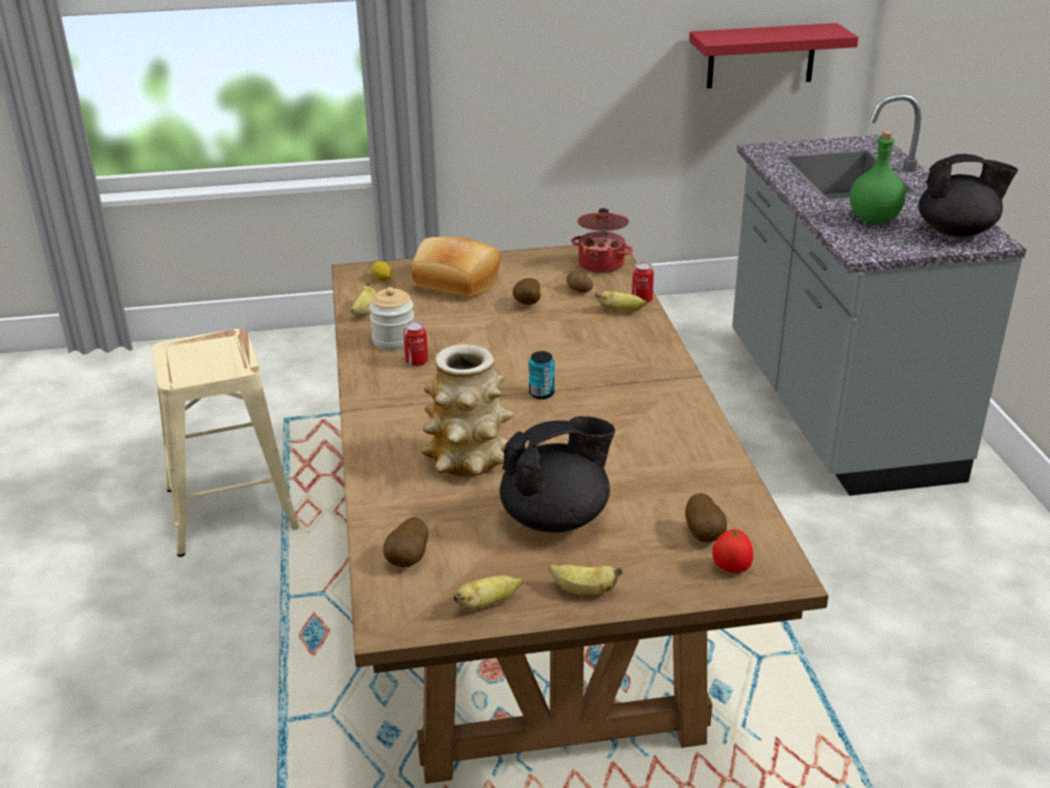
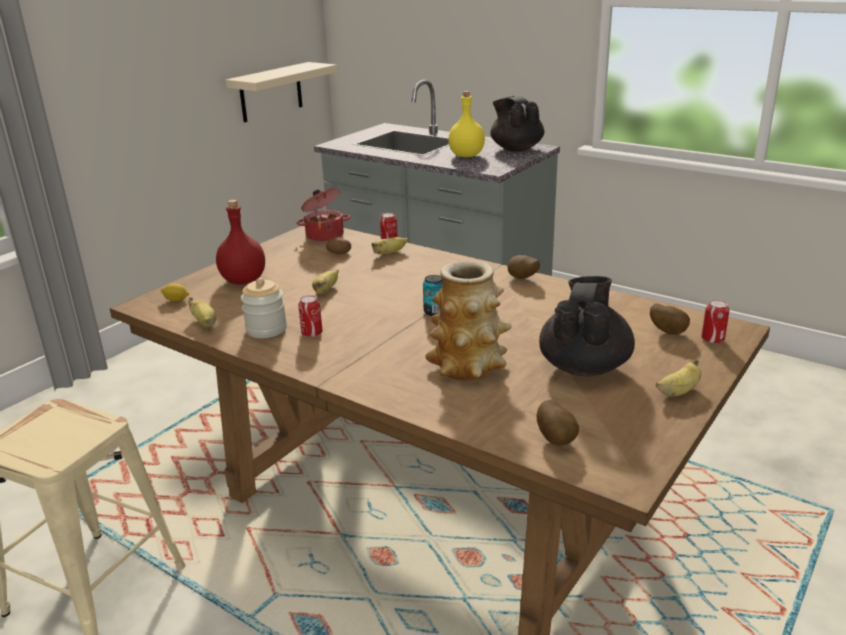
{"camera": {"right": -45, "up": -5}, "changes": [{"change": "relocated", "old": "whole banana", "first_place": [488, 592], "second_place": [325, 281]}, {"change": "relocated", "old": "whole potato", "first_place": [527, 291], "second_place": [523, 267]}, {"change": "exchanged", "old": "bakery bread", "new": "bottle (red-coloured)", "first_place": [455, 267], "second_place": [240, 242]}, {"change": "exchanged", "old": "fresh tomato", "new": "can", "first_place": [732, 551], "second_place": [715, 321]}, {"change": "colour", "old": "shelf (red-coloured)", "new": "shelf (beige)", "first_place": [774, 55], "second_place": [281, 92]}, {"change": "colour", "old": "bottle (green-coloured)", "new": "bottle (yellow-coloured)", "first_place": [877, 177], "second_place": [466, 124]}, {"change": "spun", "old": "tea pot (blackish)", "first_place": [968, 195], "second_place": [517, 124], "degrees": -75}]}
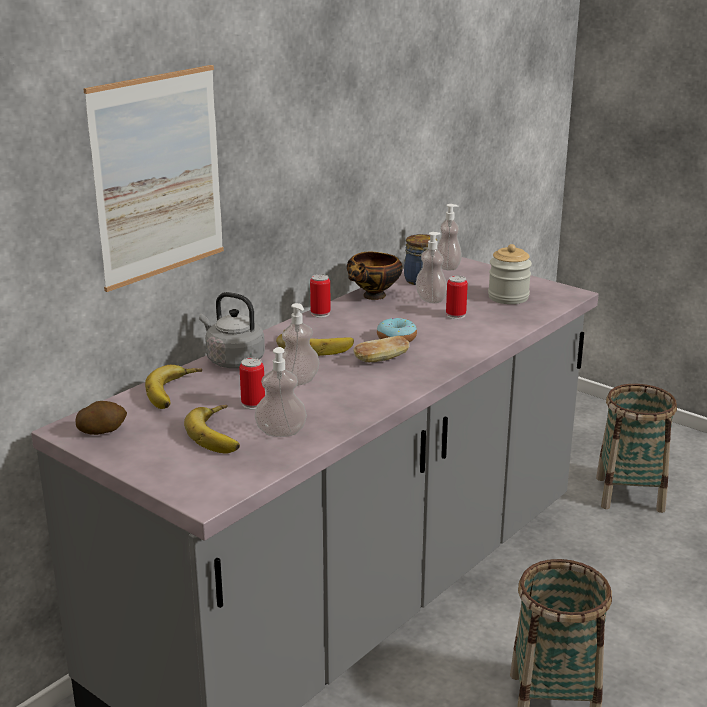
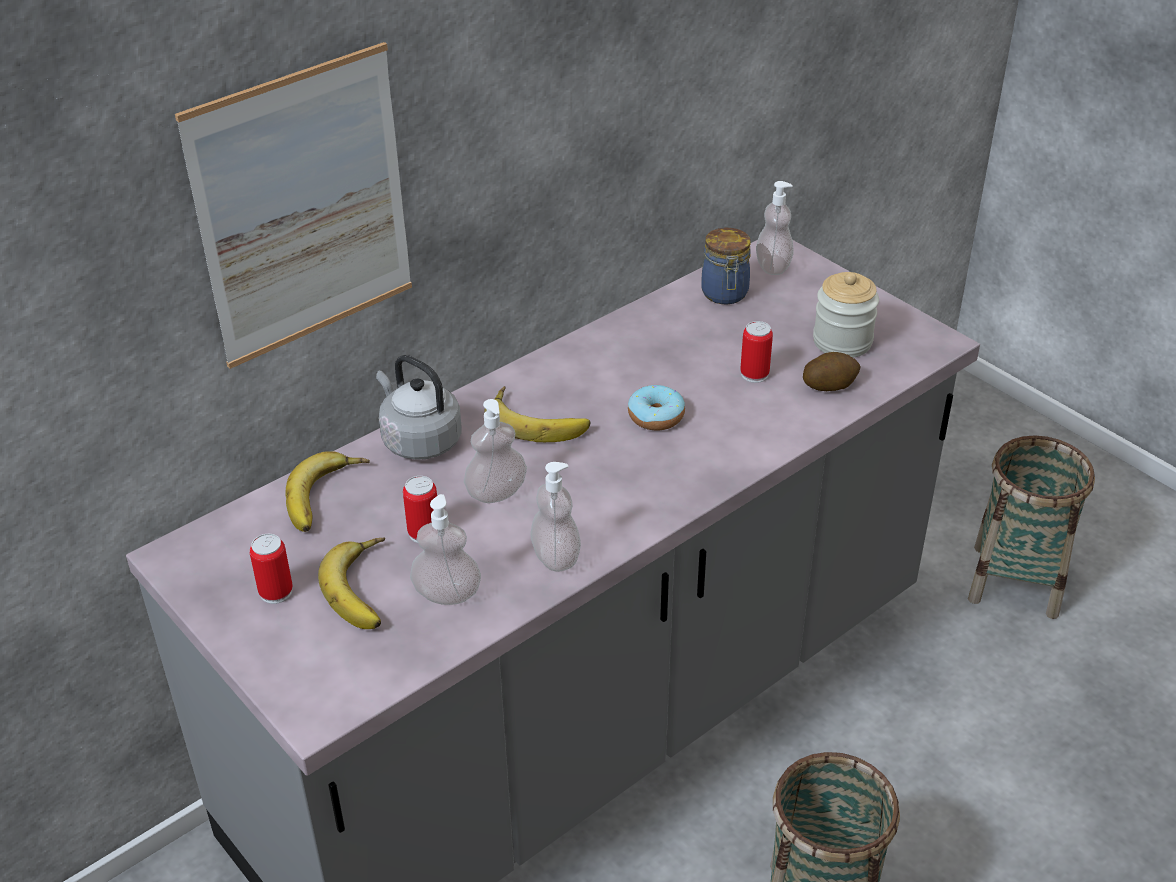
{"camera": {"right": 10, "up": 15}, "changes": [{"change": "missing", "old": "bowl", "first_place": [375, 275]}, {"change": "missing", "old": "bakery bread", "first_place": [381, 349]}, {"change": "relocated", "old": "whole potato", "first_place": [101, 418], "second_place": [831, 371]}, {"change": "relocated", "old": "can", "first_place": [320, 296], "second_place": [271, 569]}, {"change": "relocated", "old": "liquid soap bottle", "first_place": [431, 267], "second_place": [555, 517]}]}
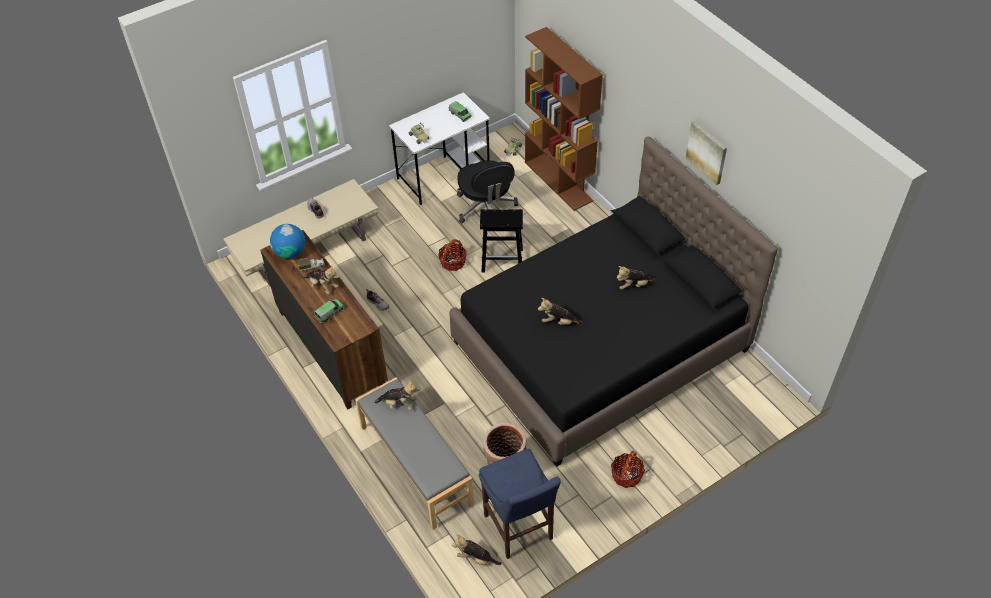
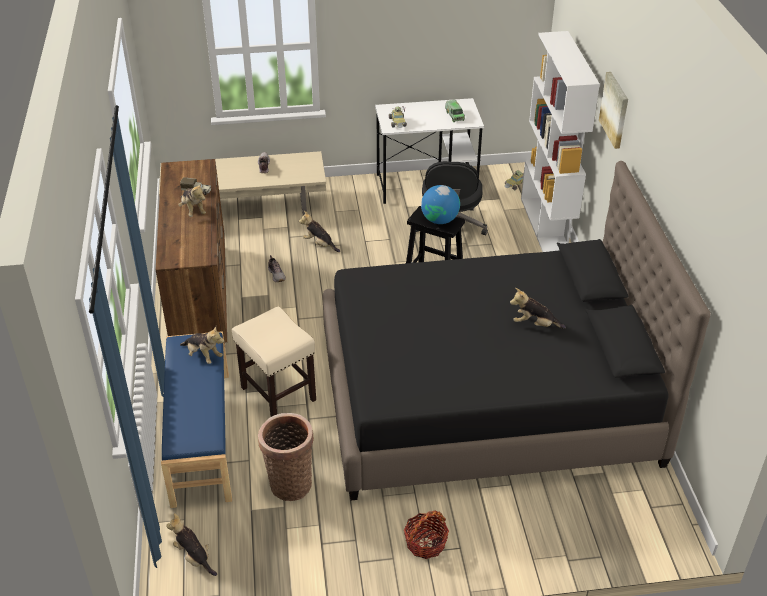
{"camera": {"right": 25, "up": -10}, "changes": [{"change": "missing", "old": "toy lorry", "first_place": [329, 311]}, {"change": "missing", "old": "basket", "first_place": [452, 255]}, {"change": "missing", "old": "sitting stool (blue)", "first_place": [520, 504]}, {"change": "appeared", "new": "sitting stool (beige)", "second_place": [274, 362]}, {"change": "relocated", "old": "world globe", "first_place": [287, 241], "second_place": [440, 204]}, {"change": "relocated", "old": "soft toy", "first_place": [561, 311], "second_place": [319, 231]}, {"change": "relocated", "old": "wall art", "first_place": [706, 153], "second_place": [613, 110]}, {"change": "colour", "old": "bench (greyish)", "new": "bench (blue)", "first_place": [414, 453], "second_place": [196, 419]}, {"change": "colour", "old": "shelving unit (brownish)", "new": "shelving unit (white-coloured)", "first_place": [564, 119], "second_place": [560, 141]}]}
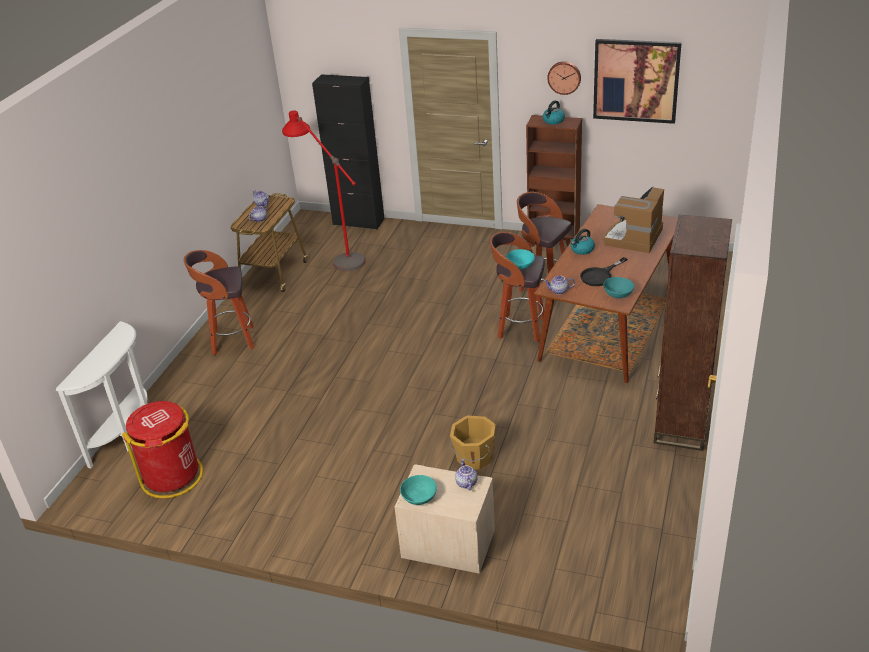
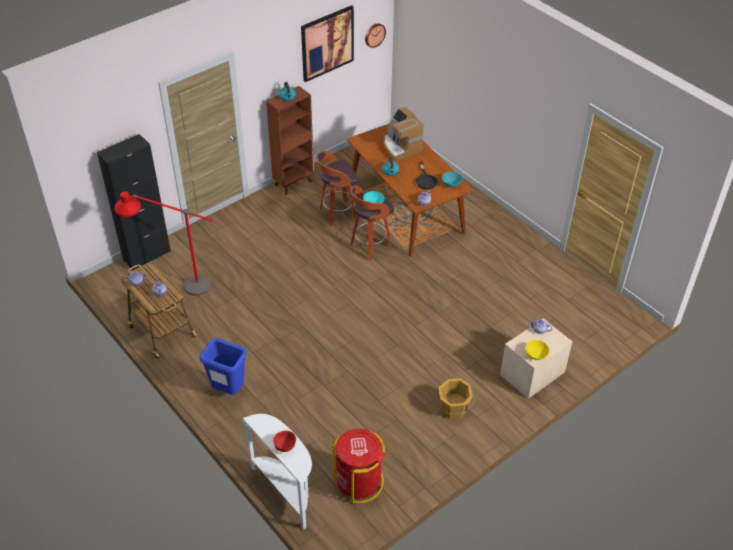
{"camera": {"right": -60, "up": 10}, "changes": [{"change": "missing", "old": "shelving unit (brownish)", "first_place": [693, 332]}, {"change": "appeared", "new": "bowl (red-coloured)", "second_place": [284, 441]}, {"change": "relocated", "old": "water bucket (orange)", "first_place": [473, 442], "second_place": [455, 398]}, {"change": "relocated", "old": "wall clock", "first_place": [564, 78], "second_place": [375, 35]}, {"change": "exchanged", "old": "sitting stool", "new": "rubbish bin (blue)", "first_place": [219, 302], "second_place": [223, 366]}, {"change": "colour", "old": "bowl (turquoise-coloured)", "new": "bowl (yellow-coloured)", "first_place": [418, 490], "second_place": [537, 350]}]}
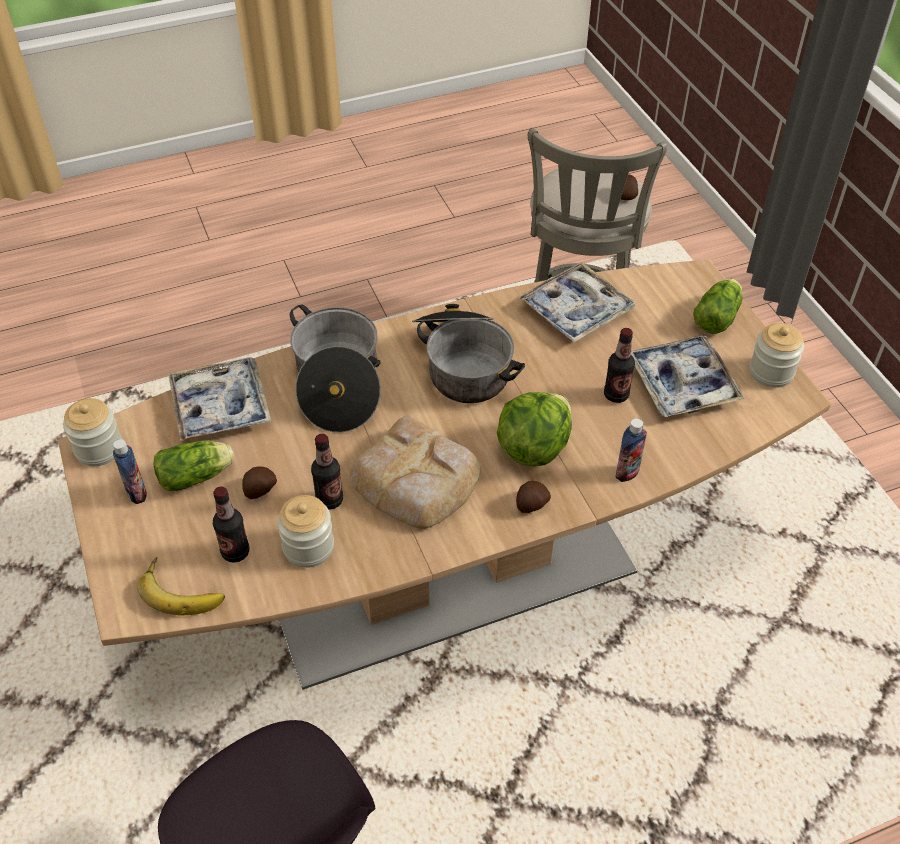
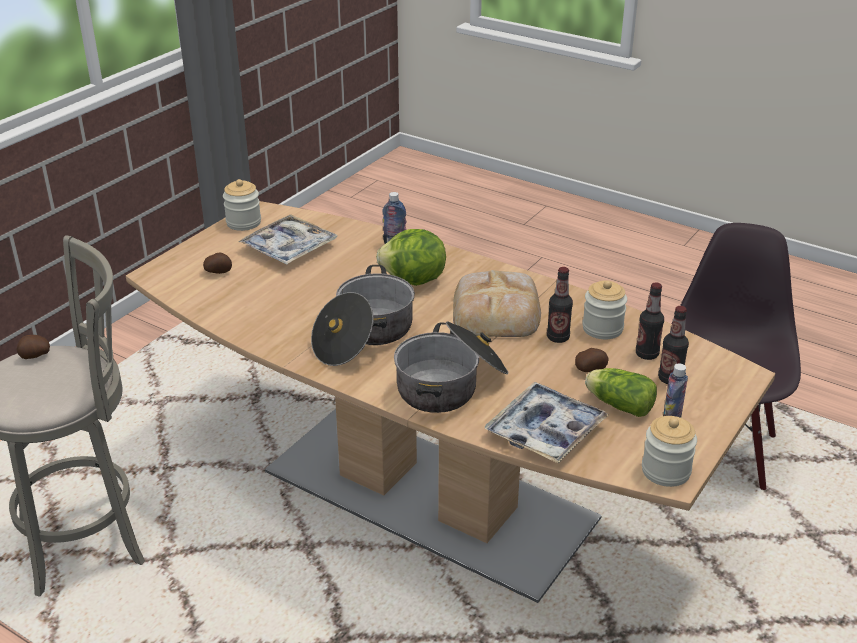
{"camera": {"right": -125, "up": -15}, "changes": [{"change": "missing", "old": "whole banana", "first_place": [181, 586]}, {"change": "missing", "old": "tray", "first_place": [577, 302]}, {"change": "missing", "old": "head of lettuce", "first_place": [717, 306]}, {"change": "relocated", "old": "whole potato", "first_place": [533, 497], "second_place": [217, 263]}, {"change": "relocated", "old": "bottle", "first_place": [619, 365], "second_place": [673, 345]}]}
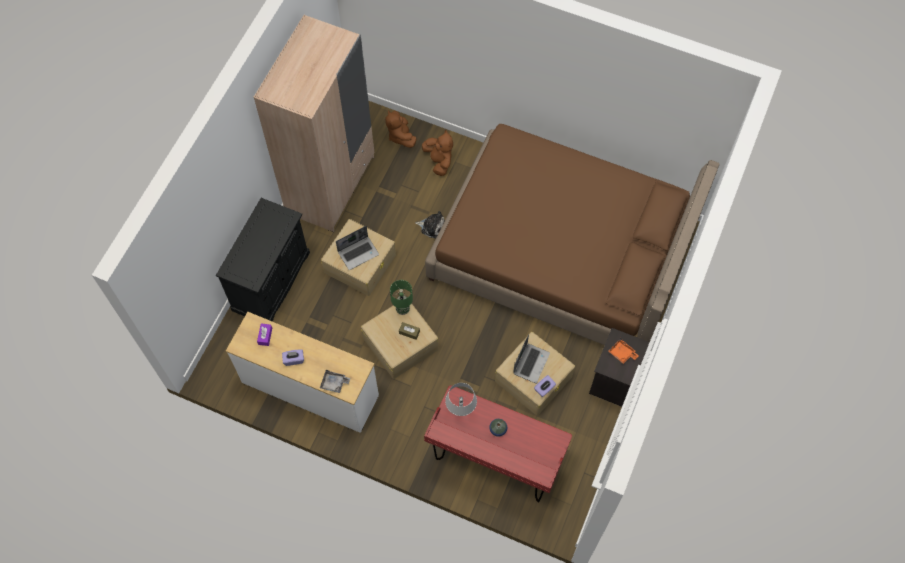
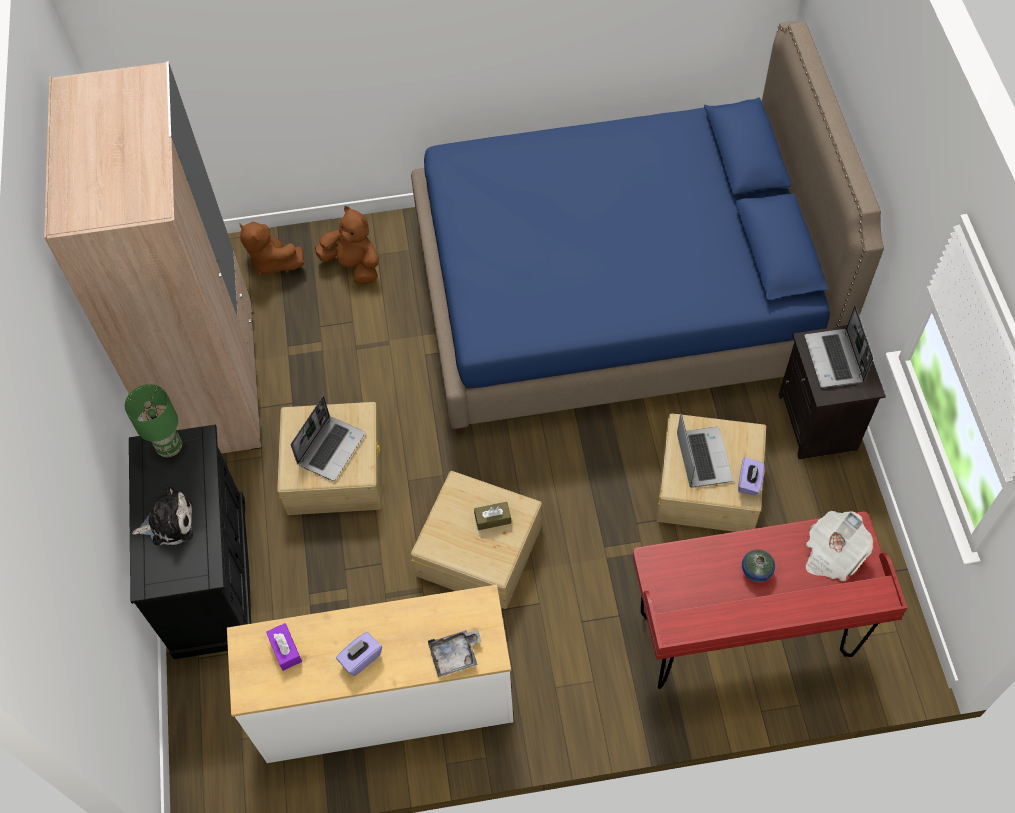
{"camera": {"right": -30, "up": -5}, "changes": [{"change": "missing", "old": "tabletop lamp (greyish)", "first_place": [461, 399]}, {"change": "appeared", "new": "daily paper", "second_place": [839, 546]}, {"change": "relocated", "old": "tabletop lamp (green-coloured)", "first_place": [401, 297], "second_place": [153, 420]}, {"change": "relocated", "old": "soft toy", "first_place": [430, 224], "second_place": [162, 515]}, {"change": "exchanged", "old": "tray (orange)", "new": "notebook computer", "first_place": [623, 351], "second_place": [839, 347]}, {"change": "colour", "old": "sleeping bed (brownish)", "new": "sleeping bed (blue)", "first_place": [572, 234], "second_place": [647, 227]}]}
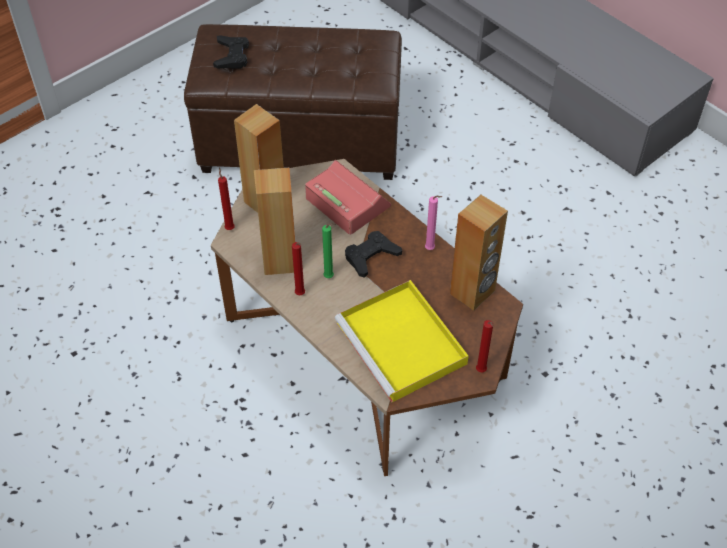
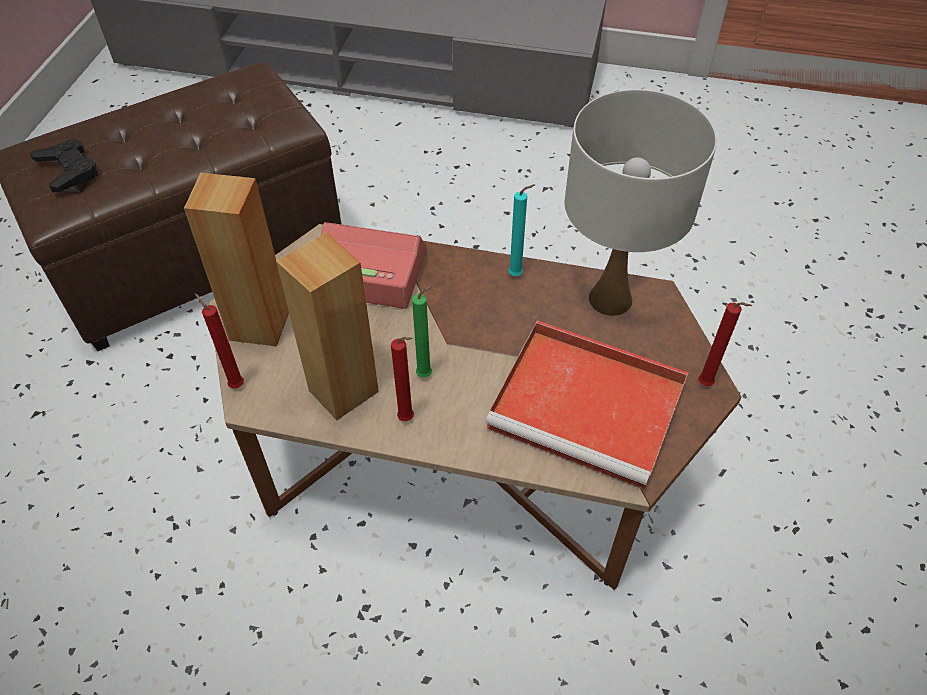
{"camera": {"right": -35, "up": 0}, "changes": [{"change": "missing", "old": "game controller (blackish)", "first_place": [373, 254]}, {"change": "exchanged", "old": "loudspeaker (brownish)", "new": "tabletop lamp (white-coloured)", "first_place": [479, 253], "second_place": [640, 203]}, {"change": "colour", "old": "tray (yellow-coloured)", "new": "tray (red-coloured)", "first_place": [402, 341], "second_place": [586, 405]}, {"change": "colour", "old": "candle (pink)", "new": "candle (turquoise-coloured)", "first_place": [433, 223], "second_place": [521, 230]}]}
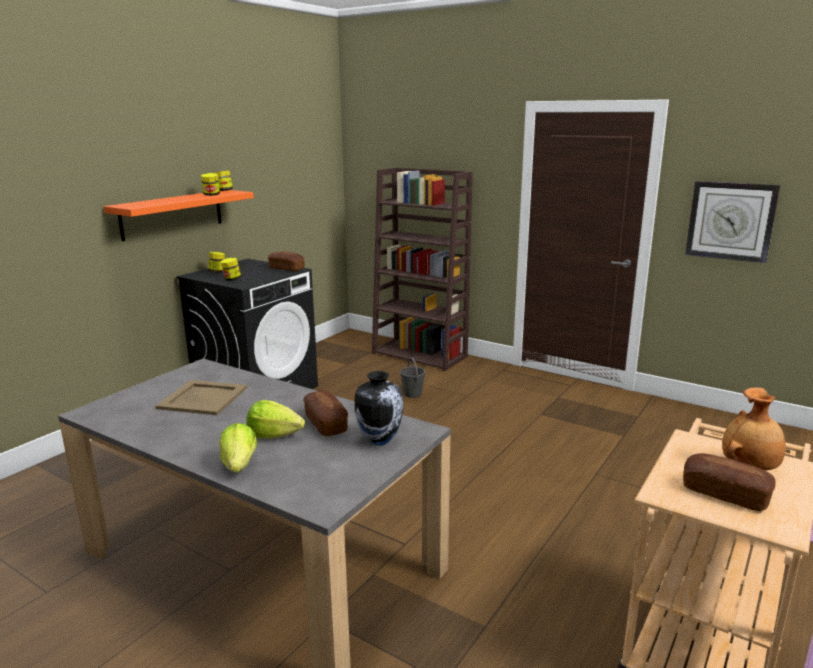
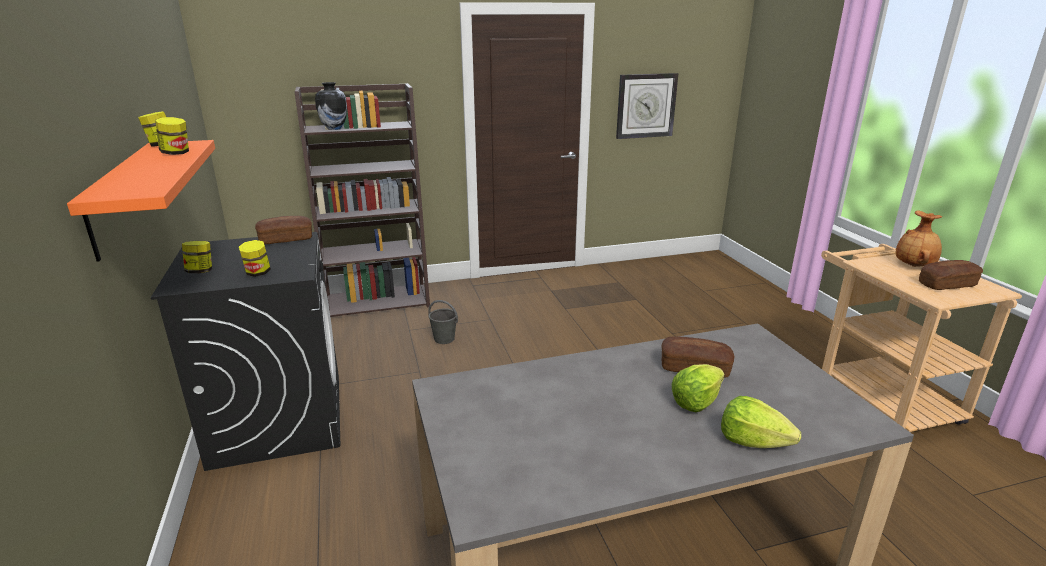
{"camera": {"right": -50, "up": 5}, "changes": [{"change": "missing", "old": "tray (beige)", "first_place": [201, 397]}, {"change": "relocated", "old": "decorative vase", "first_place": [379, 408], "second_place": [331, 106]}]}
